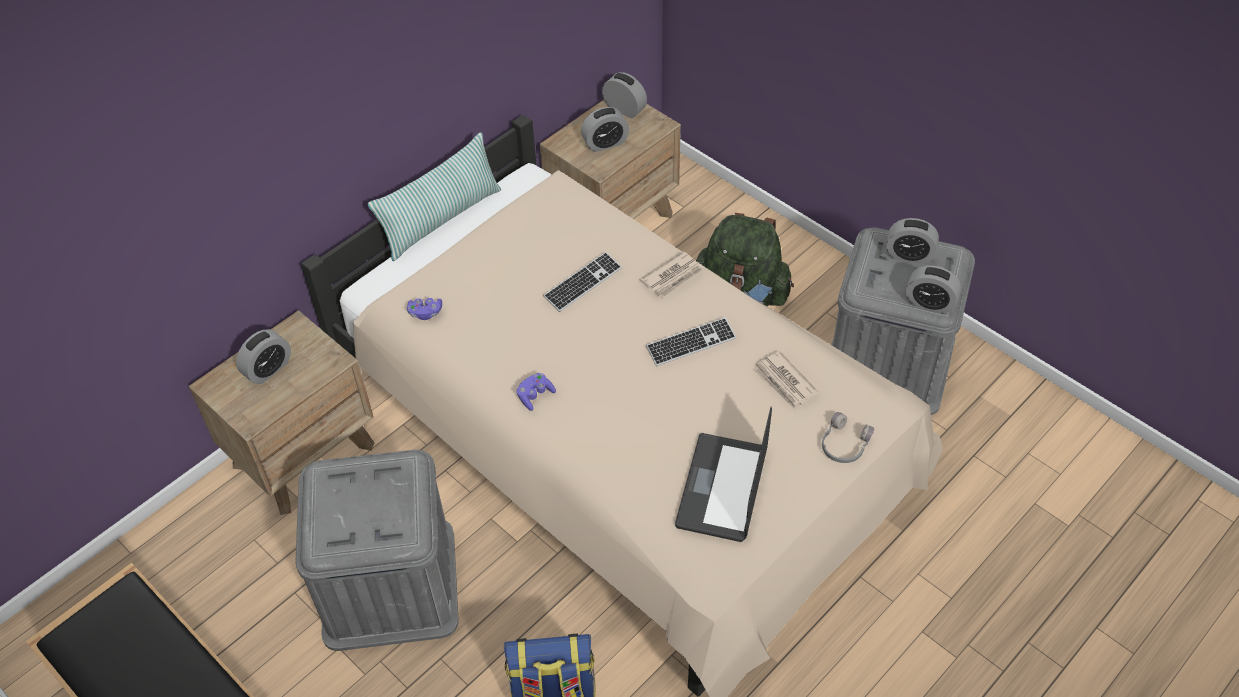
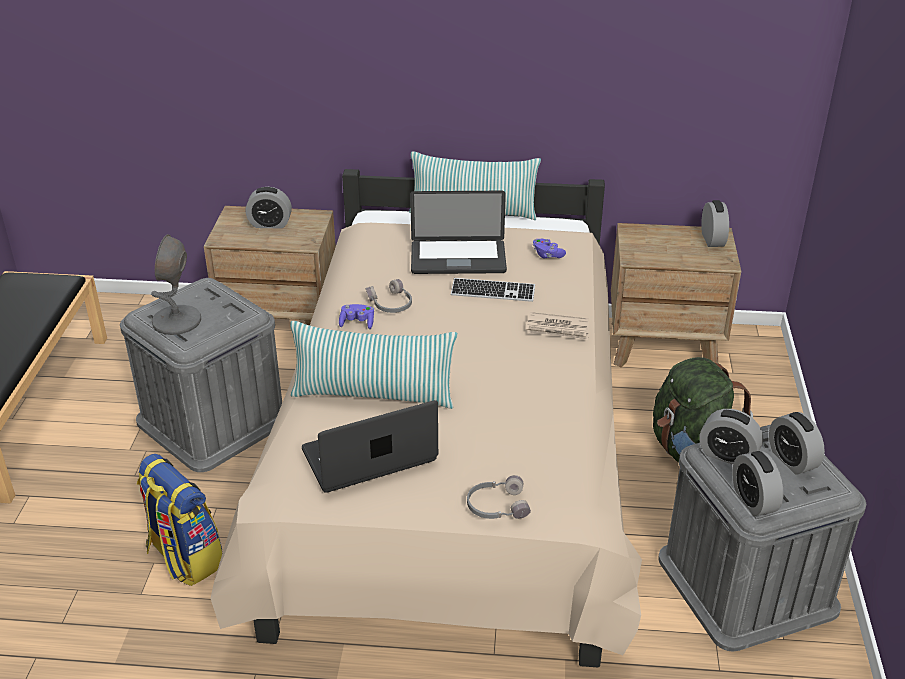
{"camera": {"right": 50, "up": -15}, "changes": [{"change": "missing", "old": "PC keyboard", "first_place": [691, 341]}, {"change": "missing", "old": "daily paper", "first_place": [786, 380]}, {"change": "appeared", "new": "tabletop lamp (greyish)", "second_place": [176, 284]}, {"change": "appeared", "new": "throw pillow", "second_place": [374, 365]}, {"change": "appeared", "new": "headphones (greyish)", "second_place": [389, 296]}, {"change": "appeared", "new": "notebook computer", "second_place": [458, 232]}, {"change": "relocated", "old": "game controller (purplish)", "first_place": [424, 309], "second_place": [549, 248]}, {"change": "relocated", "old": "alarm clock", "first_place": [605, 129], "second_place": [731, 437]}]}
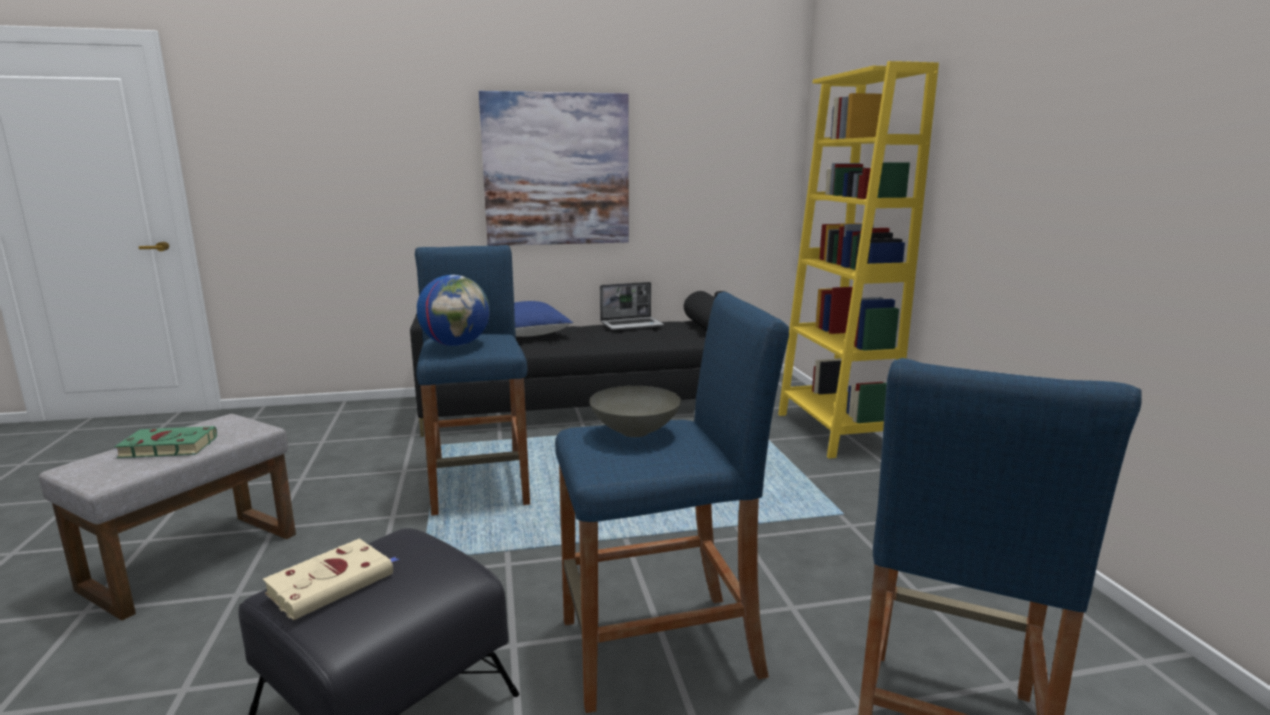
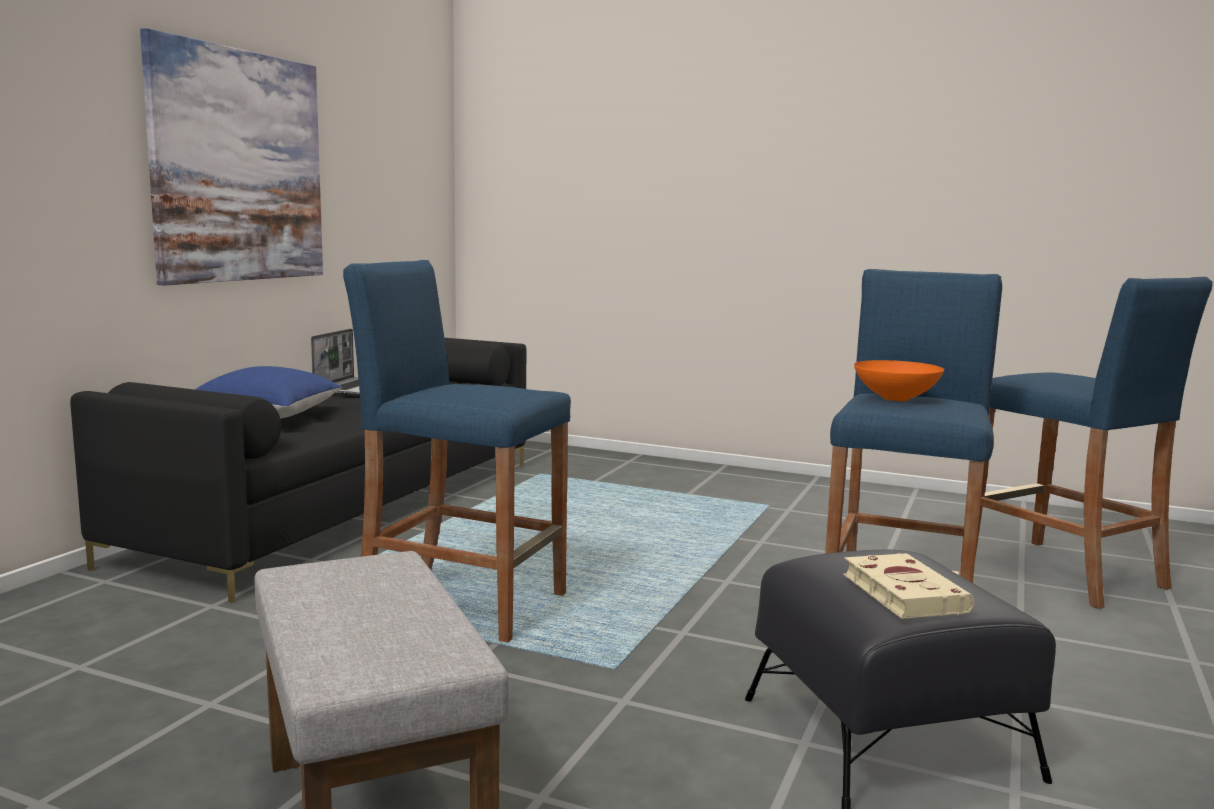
{"camera": {"right": -55, "up": -5}, "changes": [{"change": "missing", "old": "bound book (green-coloured)", "first_place": [165, 442]}, {"change": "missing", "old": "world globe", "first_place": [453, 310]}, {"change": "missing", "old": "shelving unit (yellow-coloured)", "first_place": [858, 260]}, {"change": "colour", "old": "bowl (greyish)", "new": "bowl (orange)", "first_place": [635, 411], "second_place": [899, 380]}]}
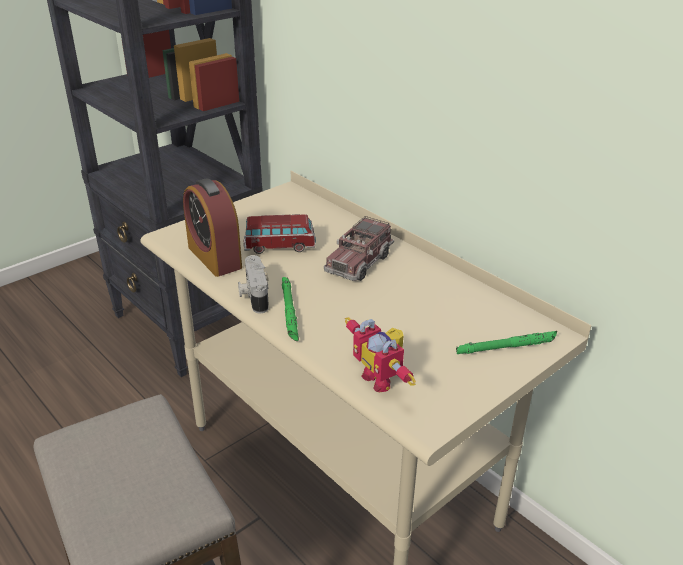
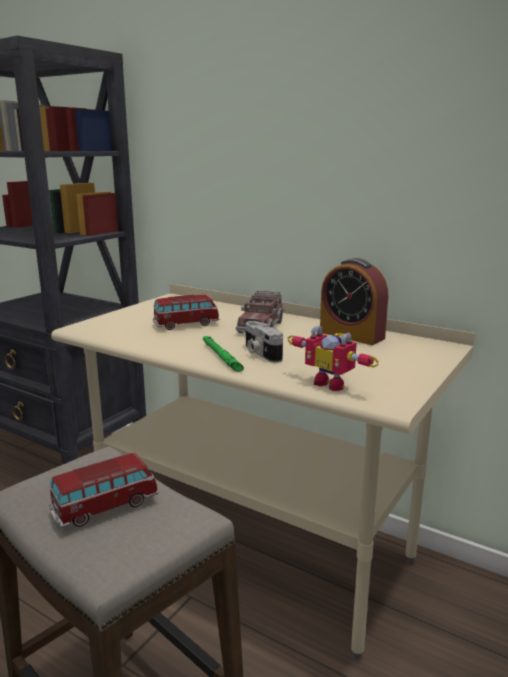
{"camera": {"right": -15, "up": -15}, "changes": [{"change": "missing", "old": "torch (green-coloured)", "first_place": [506, 342]}, {"change": "appeared", "new": "miniature car", "second_place": [104, 490]}, {"change": "relocated", "old": "alarm clock", "first_place": [212, 227], "second_place": [354, 301]}, {"change": "relocated", "old": "still camera", "first_place": [253, 284], "second_place": [264, 342]}]}
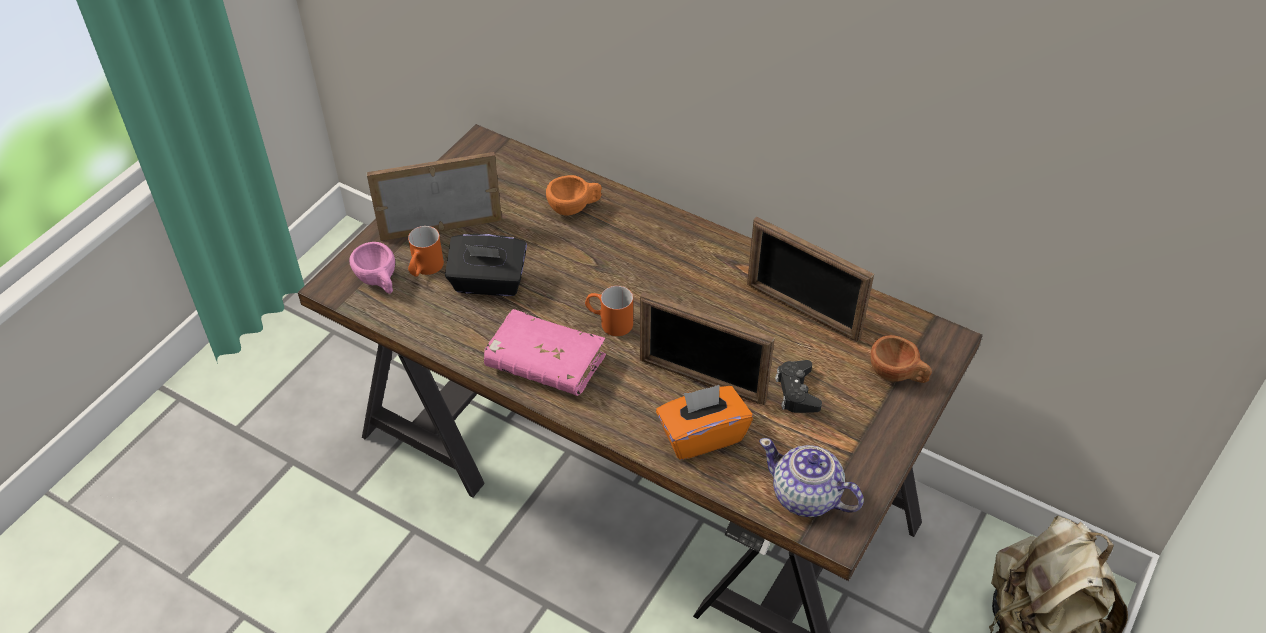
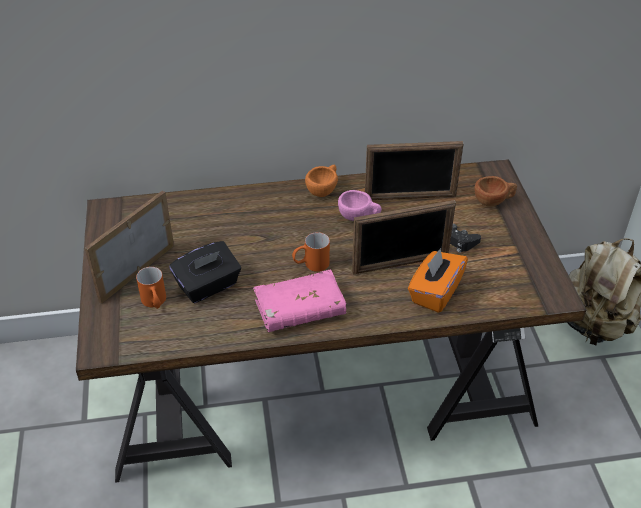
{"camera": {"right": -40, "up": -5}, "changes": [{"change": "missing", "old": "tea pot", "first_place": [811, 477]}, {"change": "relocated", "old": "small cup (pink)", "first_place": [372, 268], "second_place": [360, 205]}, {"change": "relocated", "old": "small cup (orange)", "first_place": [574, 195], "second_place": [321, 181]}]}
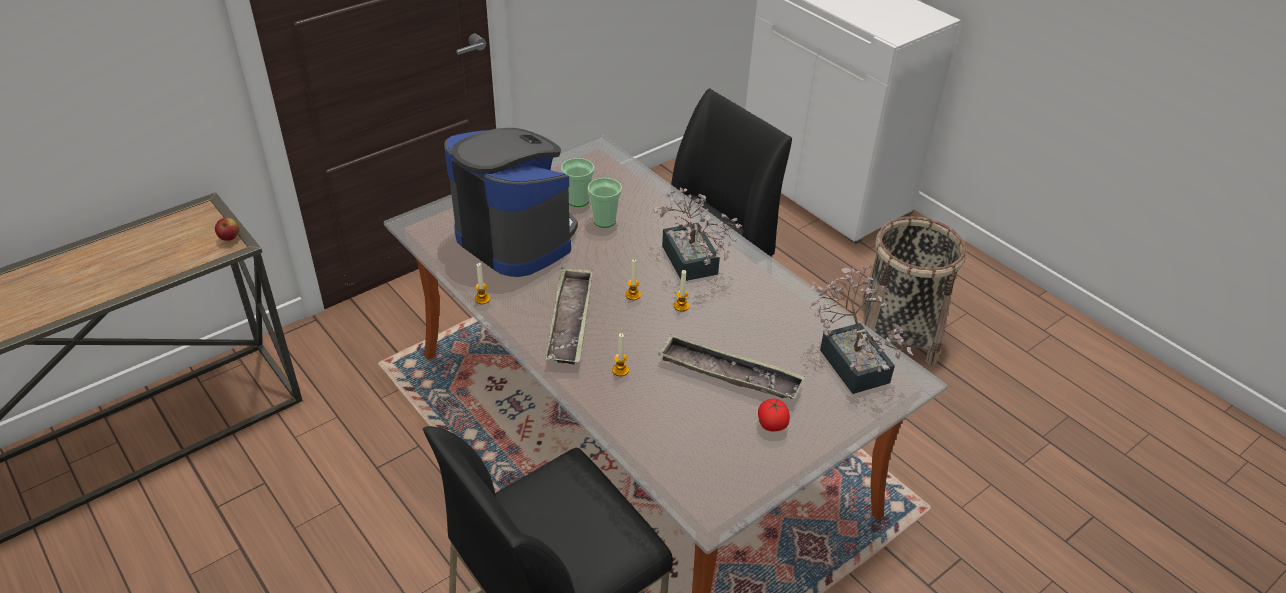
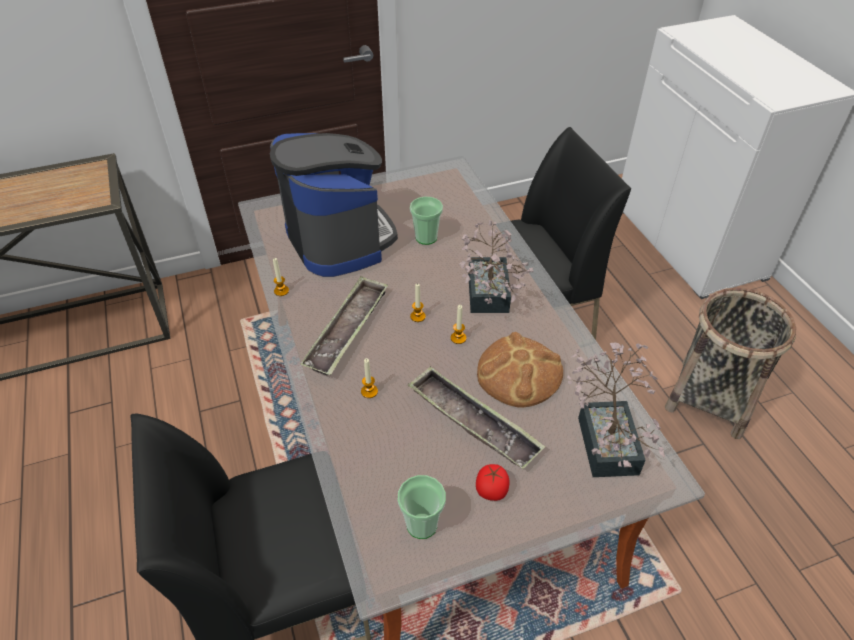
{"camera": {"right": 20, "up": 5}, "changes": [{"change": "missing", "old": "whole apple", "first_place": [227, 229]}, {"change": "appeared", "new": "bakery bread", "second_place": [520, 370]}, {"change": "relocated", "old": "small cup", "first_place": [577, 182], "second_place": [422, 507]}]}
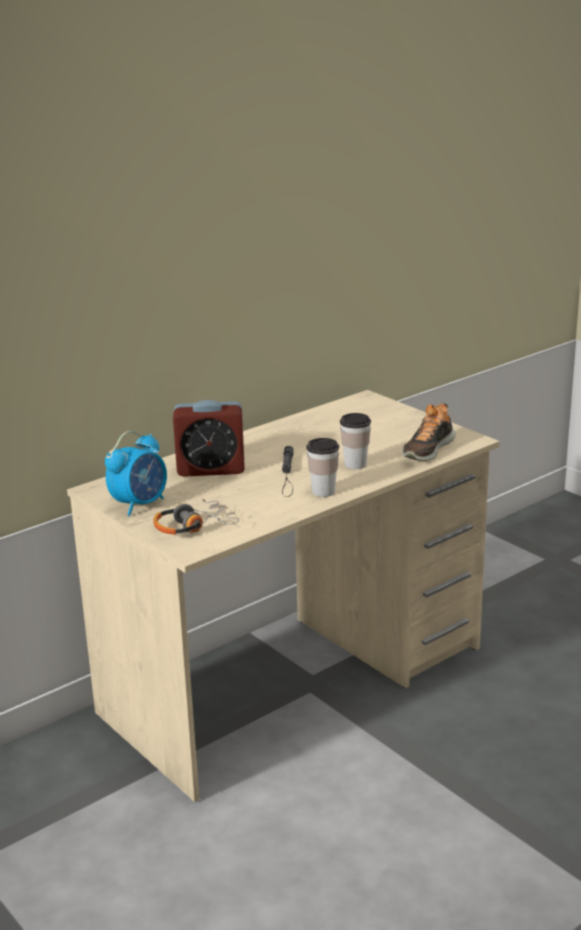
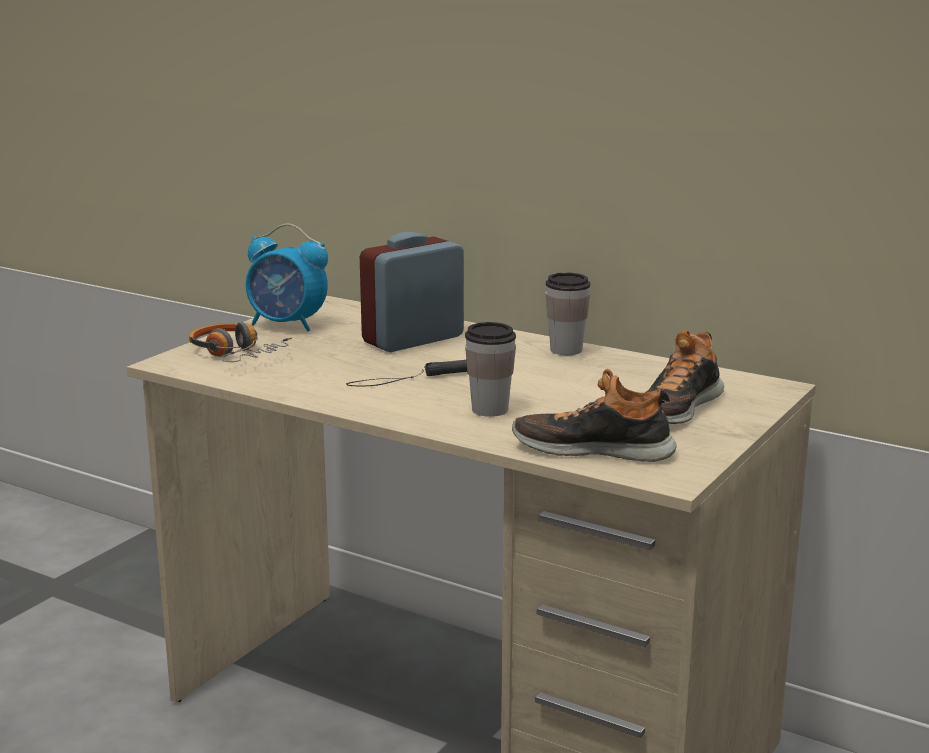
{"camera": {"right": 70, "up": -5}, "changes": [{"change": "appeared", "new": "item of footwear", "second_place": [684, 377]}, {"change": "relocated", "old": "small cup", "first_place": [322, 467], "second_place": [567, 314]}, {"change": "spun", "old": "alarm clock", "first_place": [209, 438], "second_place": [412, 292], "degrees": 75}]}
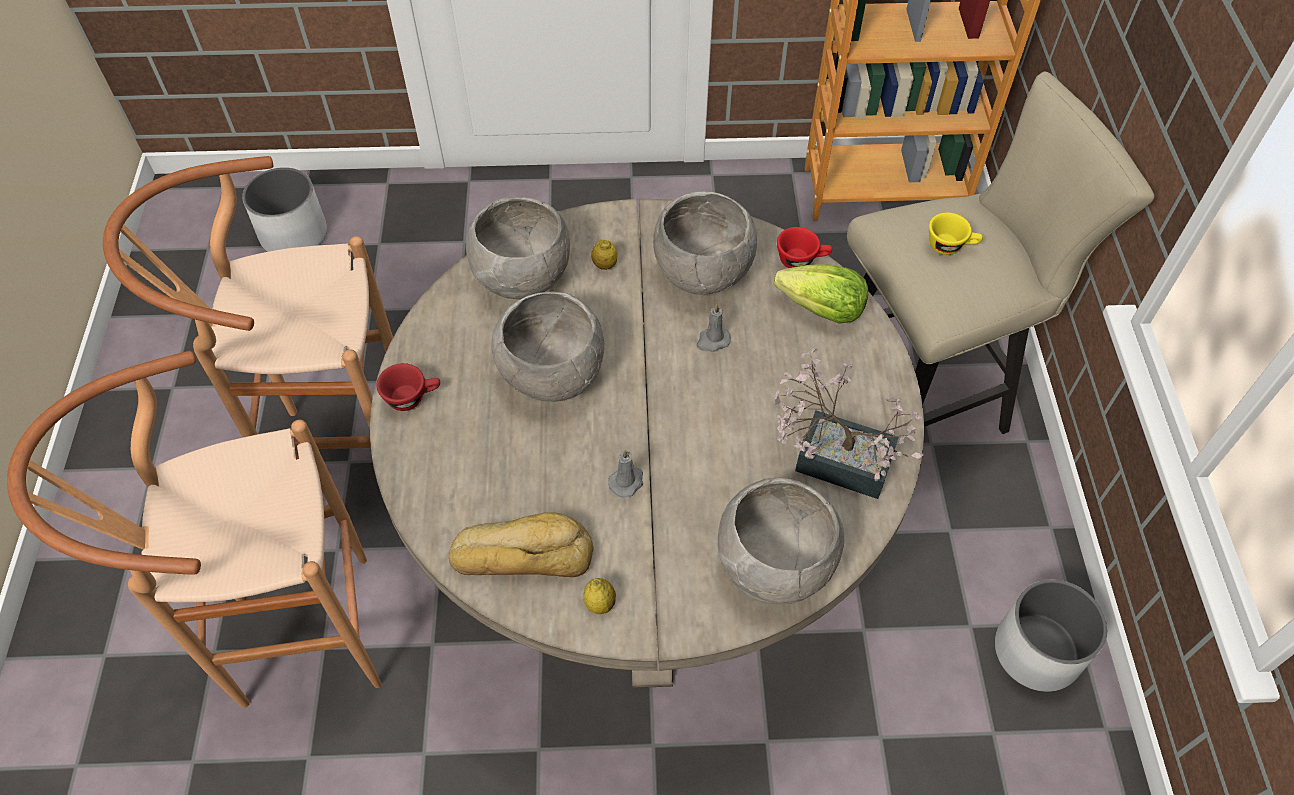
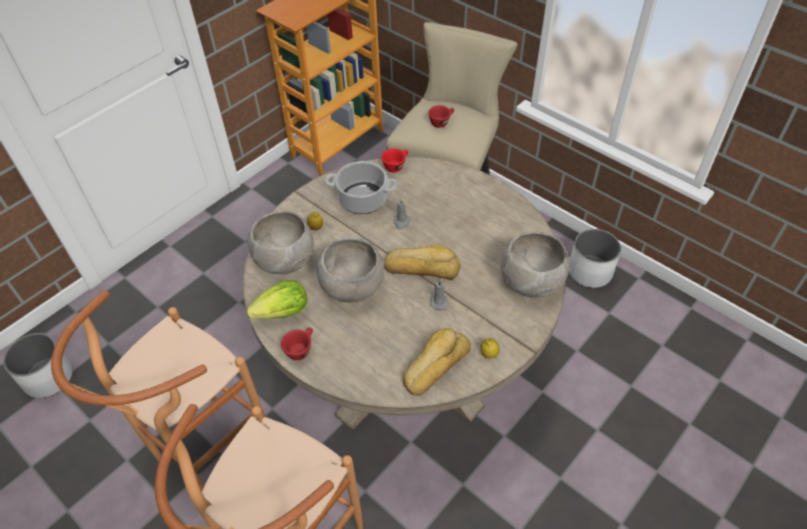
{"camera": {"right": -45, "up": -5}, "changes": [{"change": "missing", "old": "plant in a pot", "first_place": [849, 423]}, {"change": "appeared", "new": "bakery bread", "second_place": [422, 262]}, {"change": "relocated", "old": "head of lettuce", "first_place": [821, 294], "second_place": [276, 299]}, {"change": "exchanged", "old": "bowl (greyish)", "new": "cooking pot", "first_place": [705, 243], "second_place": [361, 187]}, {"change": "colour", "old": "small cup (yellow-coloured)", "new": "small cup (red-coloured)", "first_place": [956, 234], "second_place": [441, 116]}]}
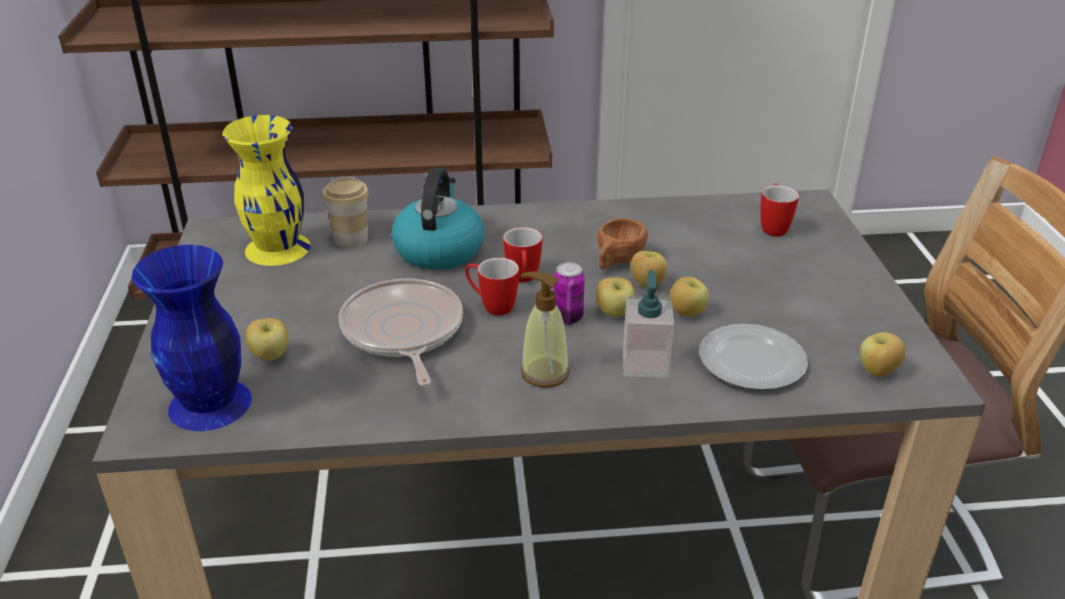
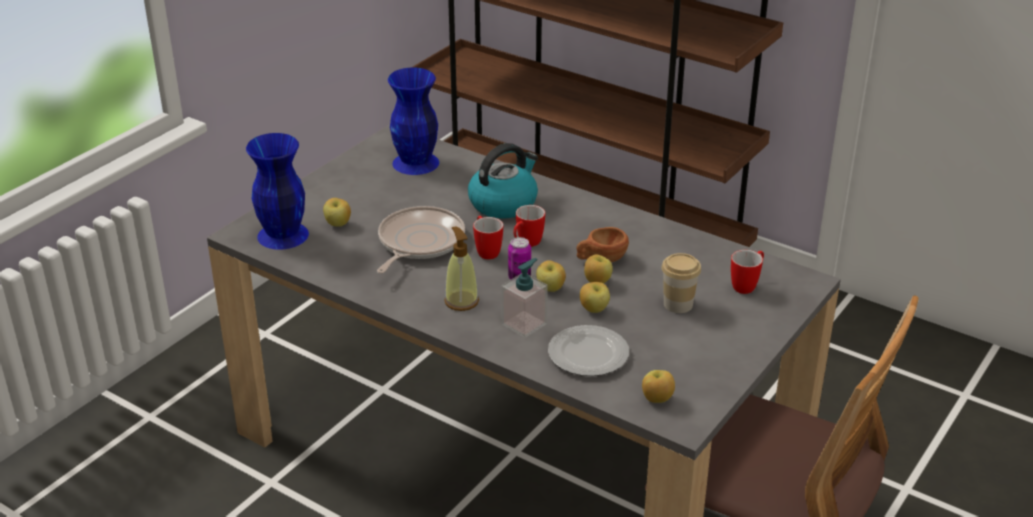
{"camera": {"right": 40, "up": 0}, "changes": [{"change": "relocated", "old": "small cup", "first_place": [345, 213], "second_place": [681, 283]}, {"change": "colour", "old": "decorative vase (yellow-coloured)", "new": "decorative vase (blue)", "first_place": [266, 190], "second_place": [413, 121]}]}
